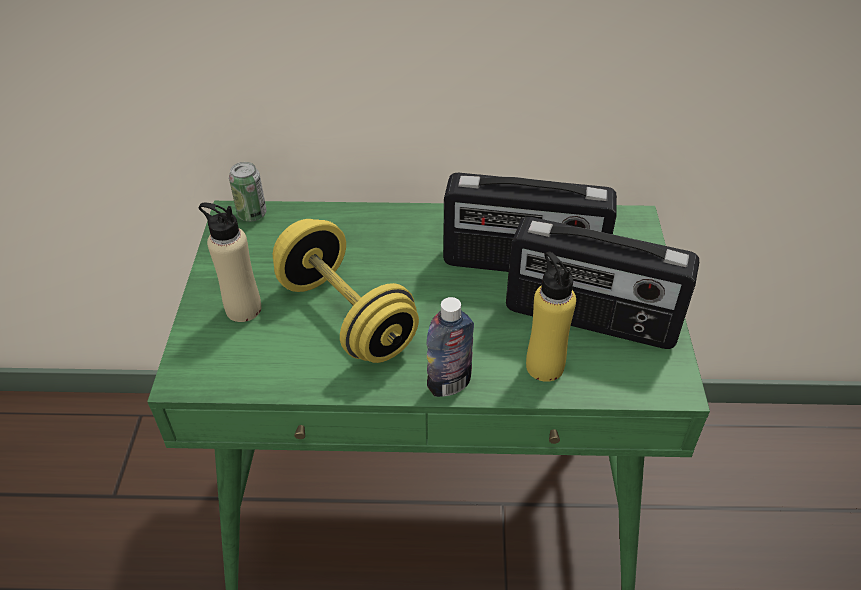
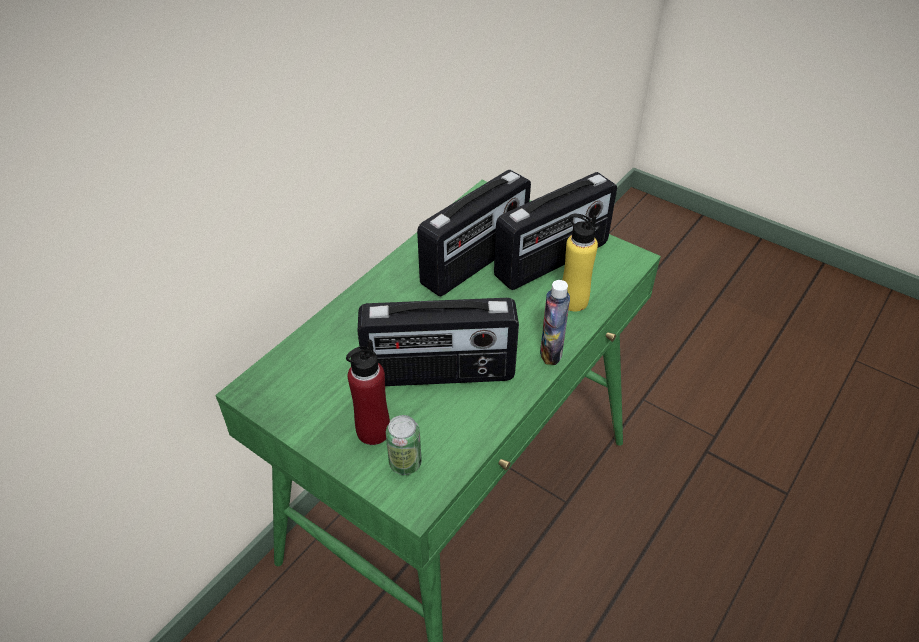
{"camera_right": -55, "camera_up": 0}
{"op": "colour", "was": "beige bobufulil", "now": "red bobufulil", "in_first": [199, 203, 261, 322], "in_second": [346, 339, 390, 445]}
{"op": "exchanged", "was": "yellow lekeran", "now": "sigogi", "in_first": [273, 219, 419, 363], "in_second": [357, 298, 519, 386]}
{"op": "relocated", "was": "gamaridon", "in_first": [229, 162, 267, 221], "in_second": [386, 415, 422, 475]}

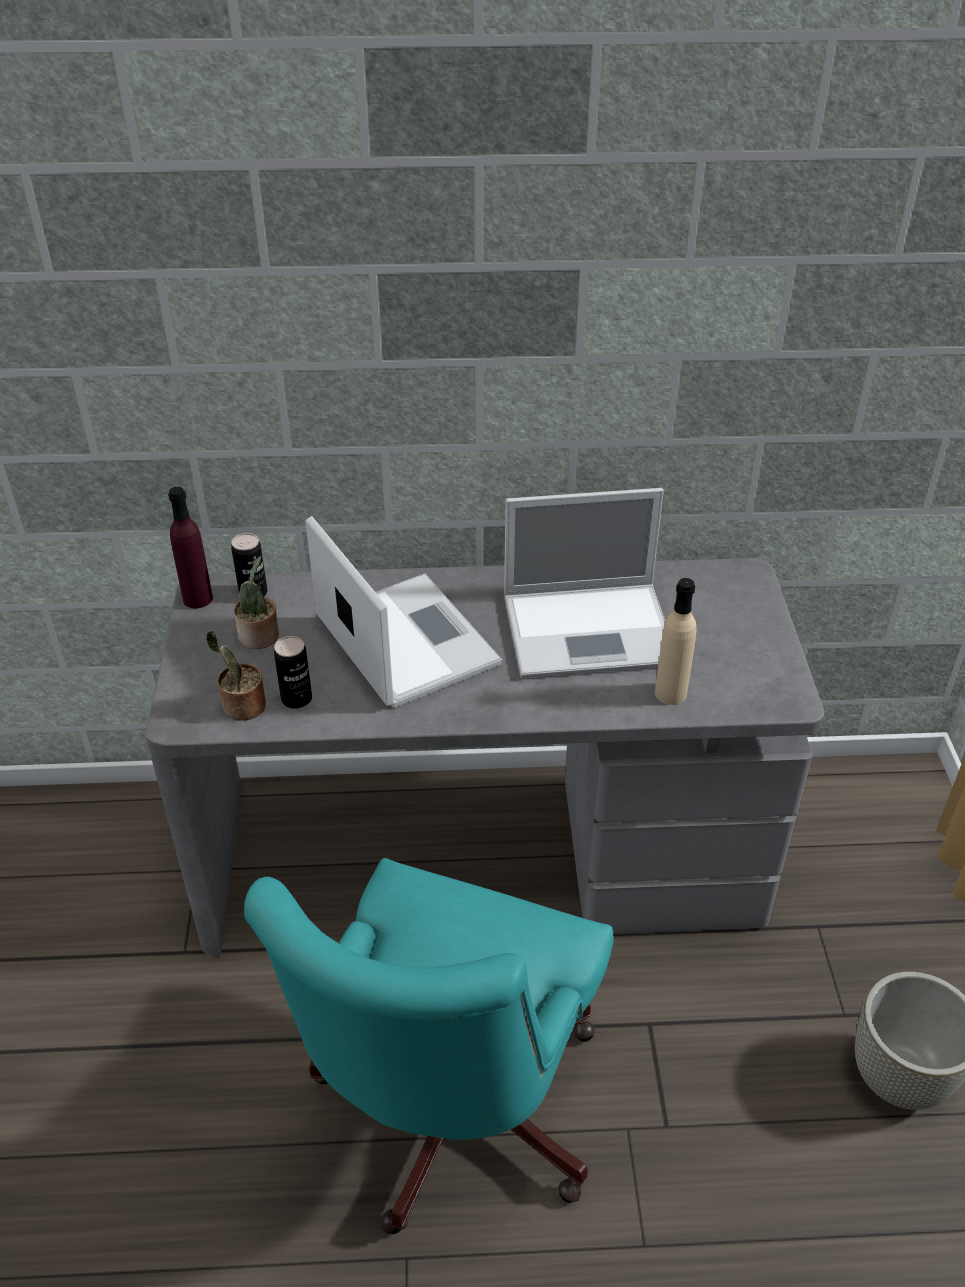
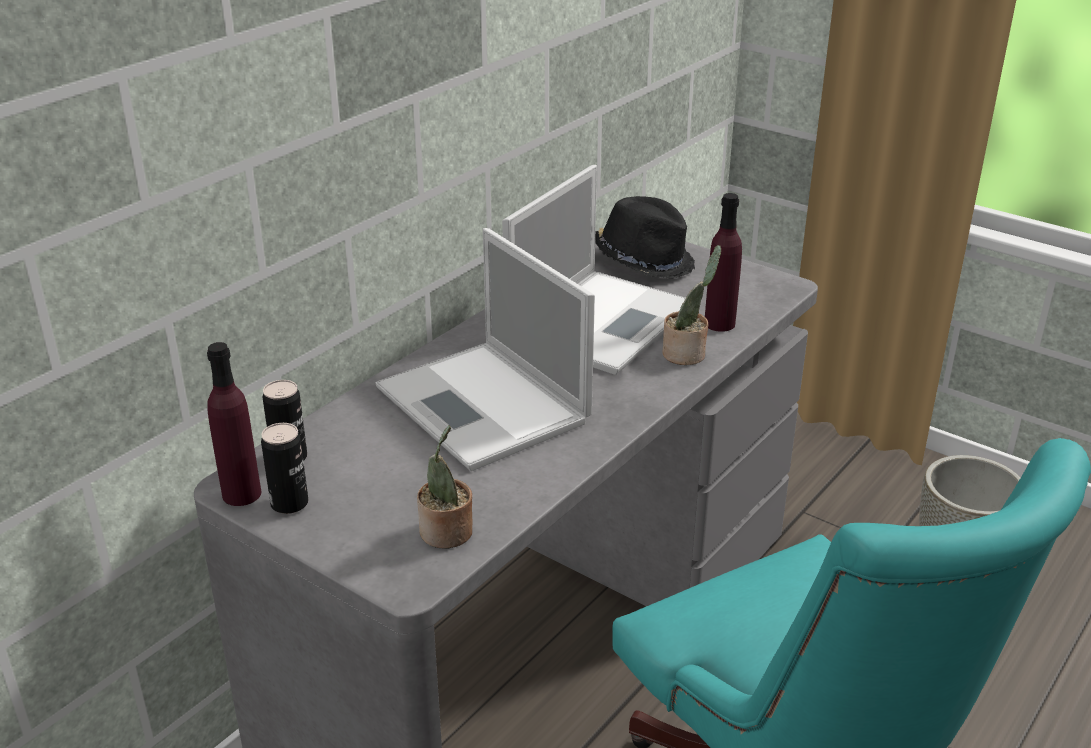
{"camera_right": -50, "camera_up": -10}
{"op": "relocated", "was": "gamaridon", "in_first": [274, 636, 312, 709], "in_second": [261, 423, 308, 514]}
{"op": "spun", "was": "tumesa", "in_first": [305, 516, 502, 708], "in_second": [376, 228, 595, 471], "clockwise": -135}
{"op": "appeared", "now": "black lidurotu", "in_second": [595, 196, 695, 279]}
{"op": "relocated", "was": "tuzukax", "in_first": [234, 557, 279, 649], "in_second": [662, 245, 721, 365]}
{"op": "colour", "was": "beige bobufulil", "now": "purple bobufulil", "in_first": [655, 578, 696, 705], "in_second": [705, 193, 742, 332]}

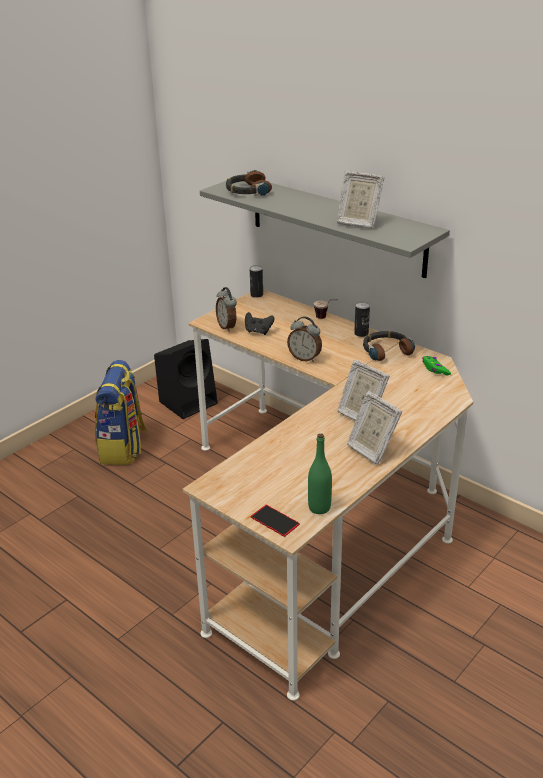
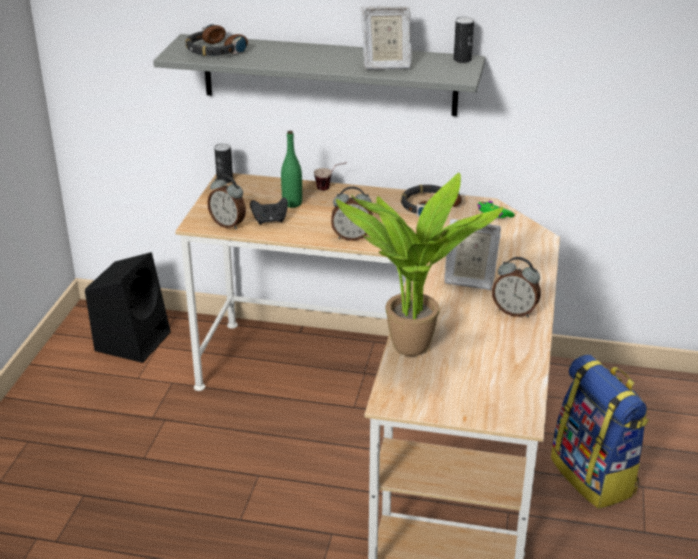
{"camera_right": -30, "camera_up": 0}
{"op": "relocated", "was": "green bobufulil", "in_first": [308, 434, 332, 514], "in_second": [281, 131, 302, 208]}
{"op": "appeared", "now": "tuzukax", "in_second": [336, 173, 503, 356]}
{"op": "relocated", "was": "gamaridon", "in_first": [354, 302, 370, 337], "in_second": [454, 16, 474, 63]}
{"op": "exchanged", "was": "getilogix", "now": "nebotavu", "in_first": [347, 391, 402, 465], "in_second": [492, 257, 541, 318]}
{"op": "relocated", "was": "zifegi", "in_first": [95, 360, 148, 465], "in_second": [551, 355, 649, 509]}
{"op": "missing", "was": "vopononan", "in_first": [251, 505, 300, 537]}

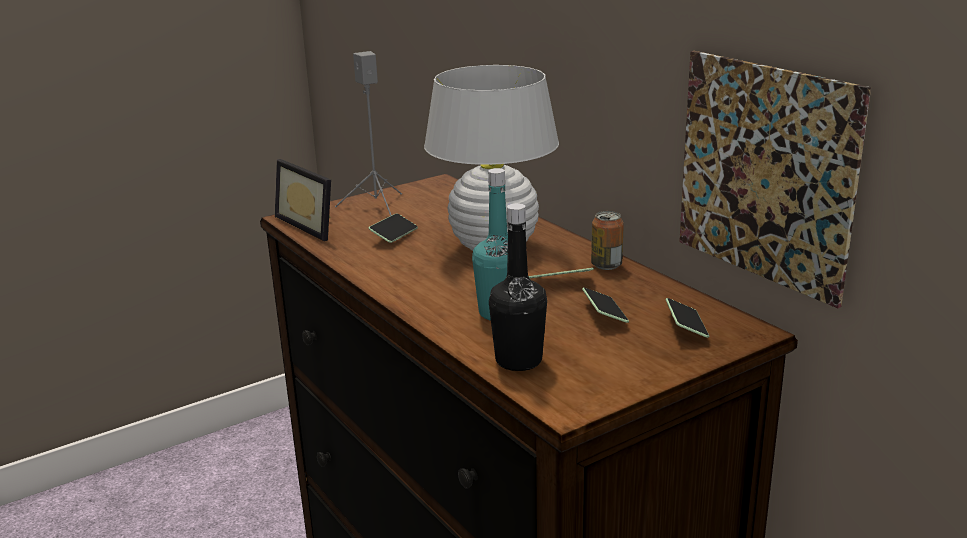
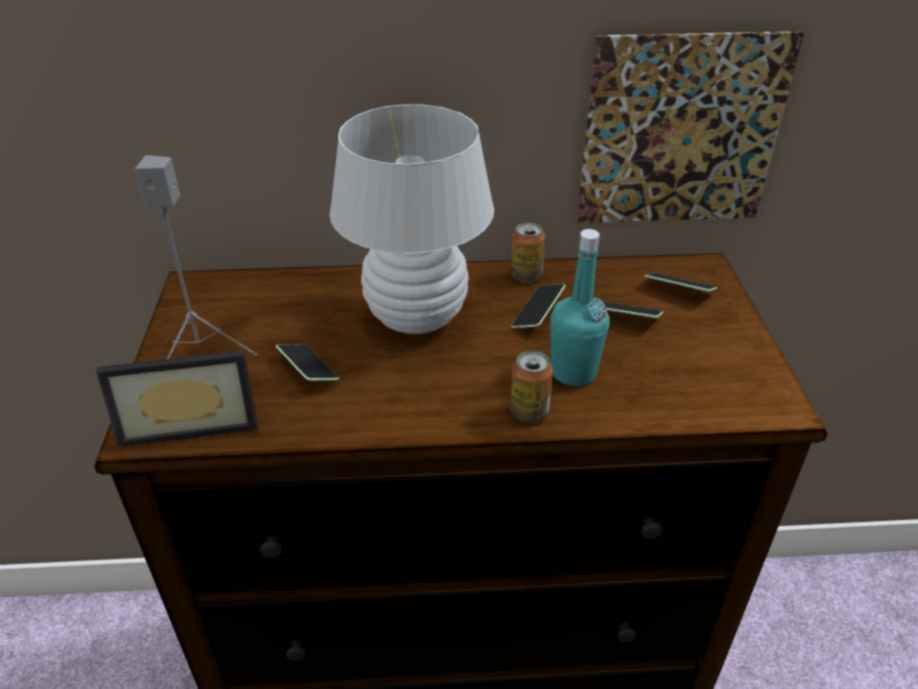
{"camera_right": -60, "camera_up": 15}
{"op": "appeared", "now": "gamaridon", "in_second": [510, 350, 553, 422]}
{"op": "missing", "was": "black bobufulil", "in_first": [489, 203, 547, 371]}

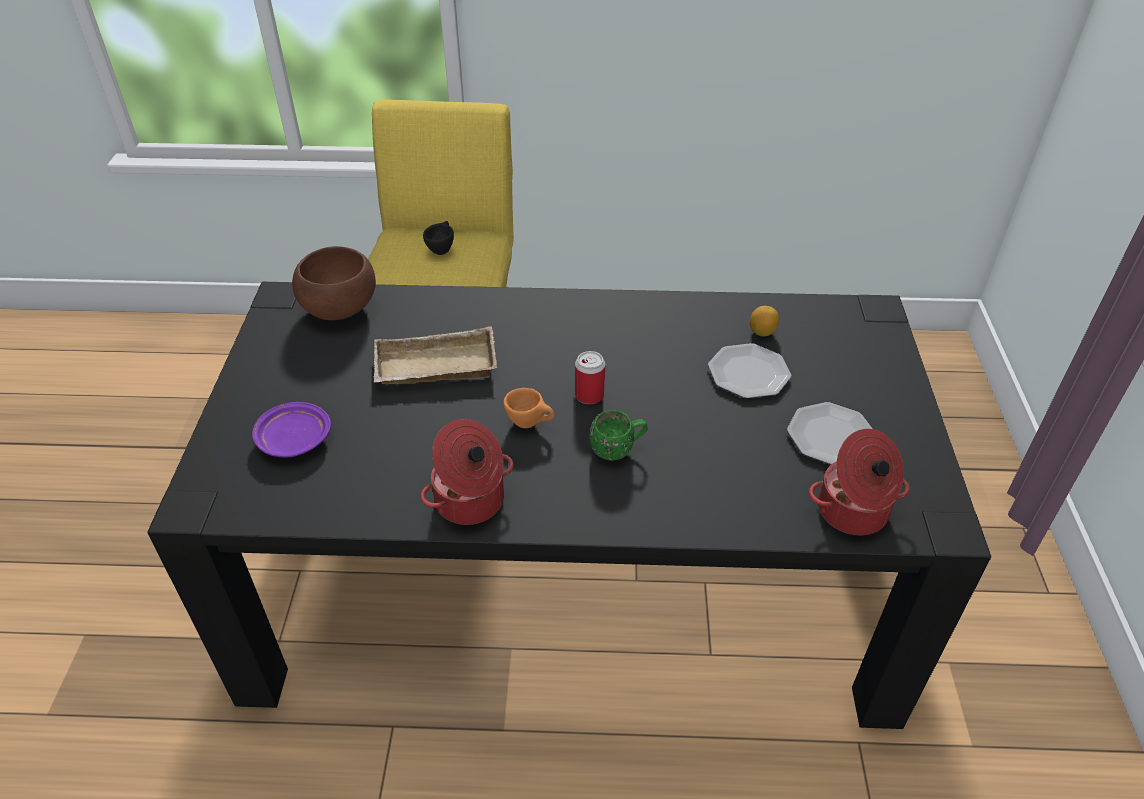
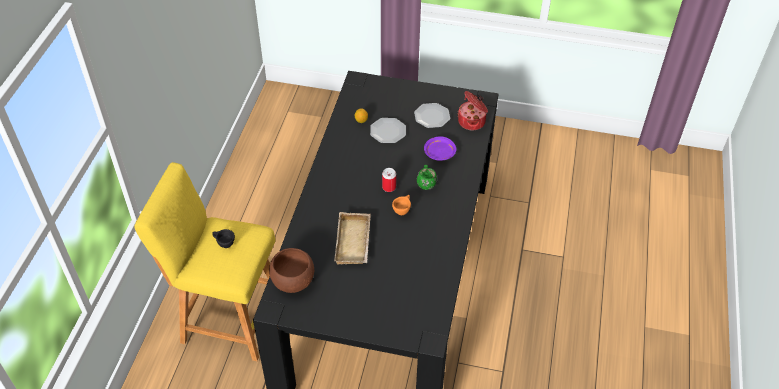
{"camera_right": -80, "camera_up": 5}
{"op": "relocated", "was": "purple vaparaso", "in_first": [252, 402, 331, 457], "in_second": [424, 136, 456, 161]}
{"op": "missing", "was": "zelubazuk", "in_first": [420, 419, 514, 525]}

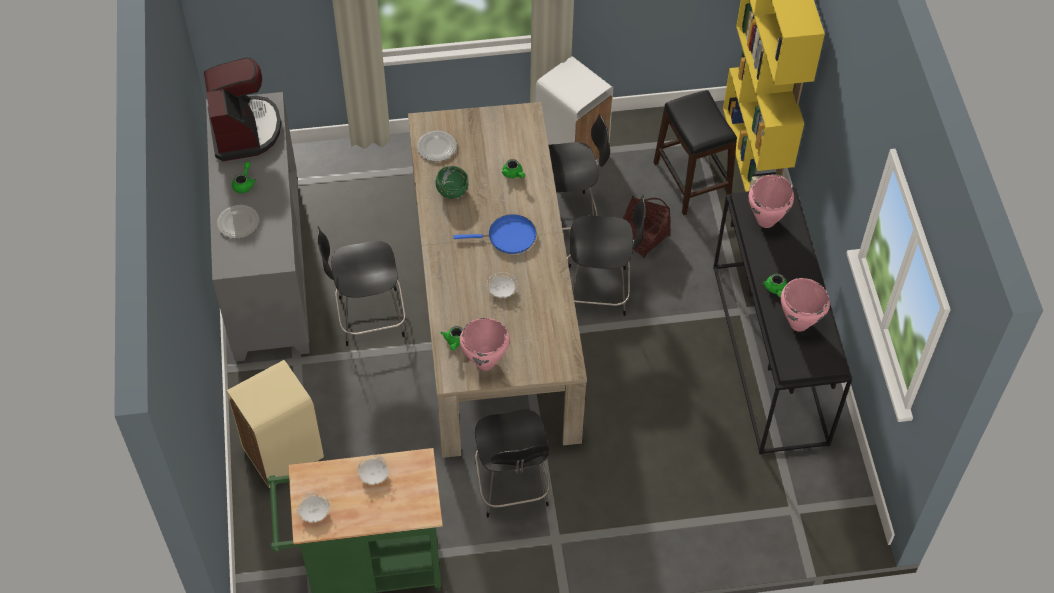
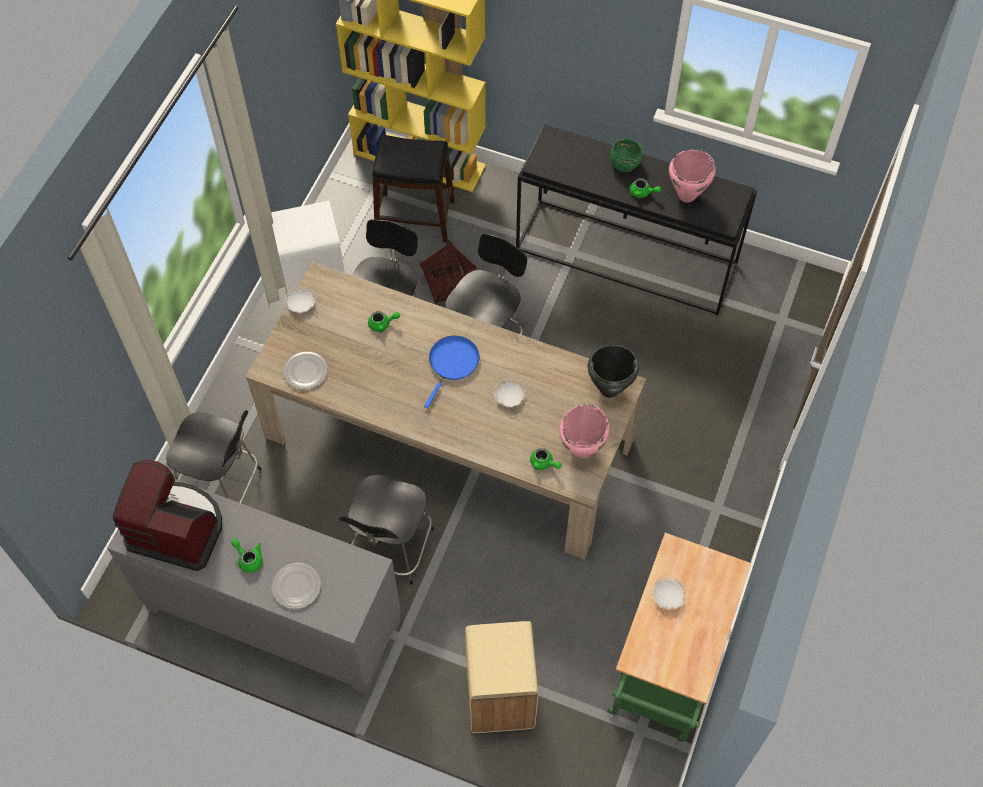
{"camera_right": -60, "camera_up": 5}
{"op": "relocated", "was": "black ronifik", "in_first": [475, 410, 550, 517], "in_second": [166, 410, 261, 503]}
{"op": "relocated", "was": "white vaparaso", "in_first": [296, 492, 330, 523], "in_second": [285, 286, 316, 313]}
{"op": "appeared", "now": "black zelubazuk", "in_second": [588, 345, 639, 398]}
{"op": "relocated", "was": "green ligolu", "in_first": [435, 166, 468, 199], "in_second": [610, 138, 643, 172]}
{"op": "missing", "was": "pink zelubazuk", "in_first": [749, 174, 794, 228]}

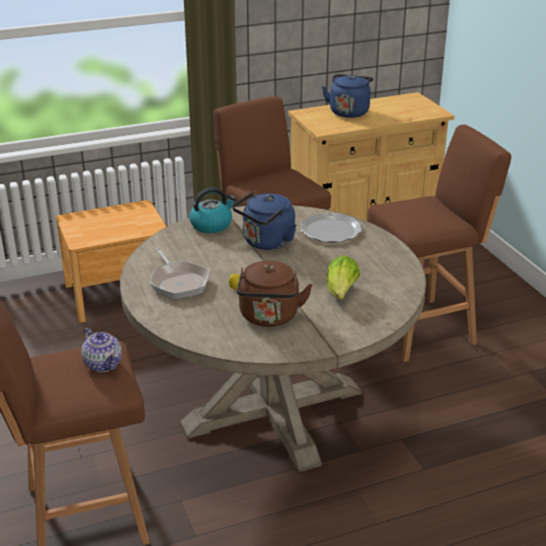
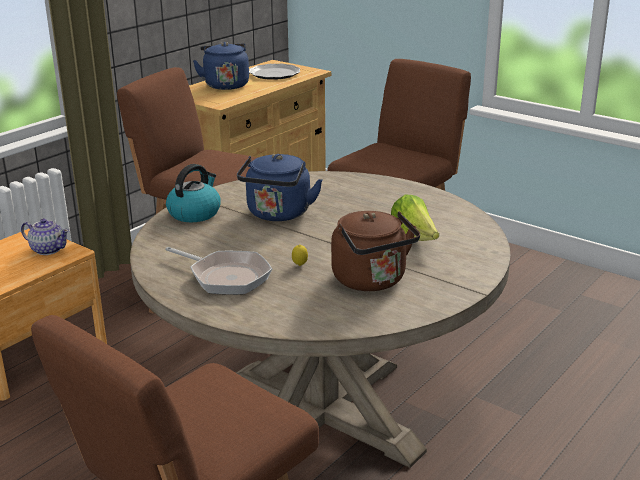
{"camera_right": -30, "camera_up": -5}
{"op": "relocated", "was": "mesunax", "in_first": [81, 328, 122, 372], "in_second": [21, 218, 69, 255]}
{"op": "relocated", "was": "vaparaso", "in_first": [301, 213, 362, 243], "in_second": [249, 64, 300, 80]}

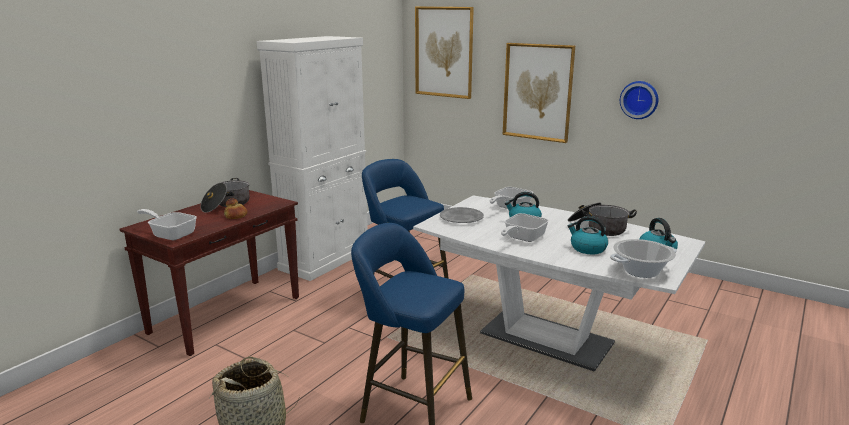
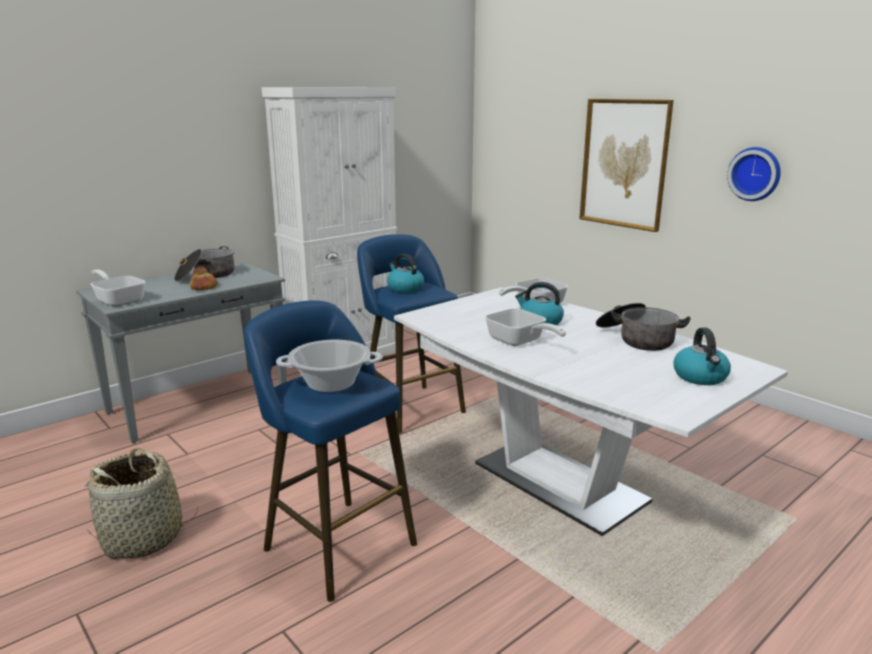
{"camera_right": 15, "camera_up": 0}
{"op": "colour", "was": "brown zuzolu", "now": "grey zuzolu", "in_first": [119, 190, 299, 356], "in_second": [76, 262, 287, 443]}
{"op": "relocated", "was": "zelubazuk", "in_first": [610, 239, 677, 278], "in_second": [276, 340, 383, 392]}
{"op": "relocated", "was": "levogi", "in_first": [568, 216, 608, 254], "in_second": [387, 254, 424, 293]}
{"op": "spun", "was": "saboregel", "in_first": [501, 213, 549, 242], "in_second": [485, 308, 566, 346], "clockwise": -90}
{"op": "missing", "was": "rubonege", "in_first": [415, 7, 474, 99]}
{"op": "missing", "was": "grey vaparaso", "in_first": [440, 207, 484, 223]}

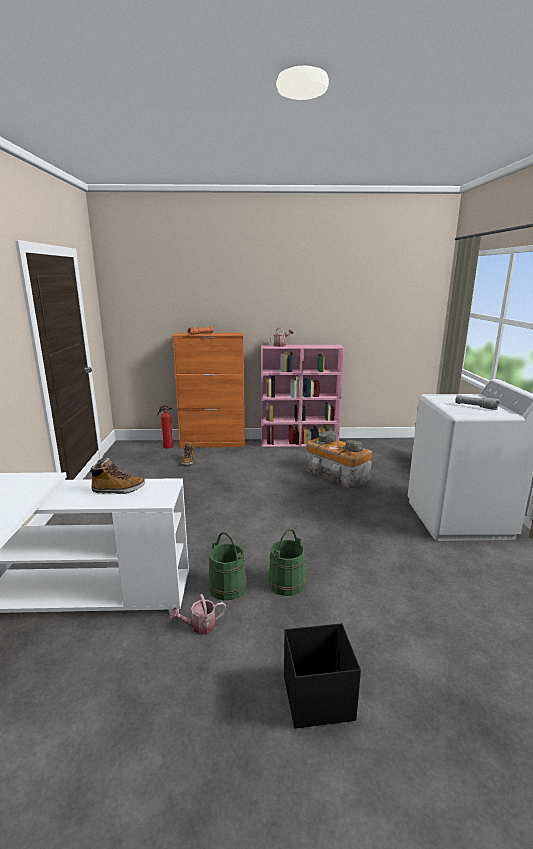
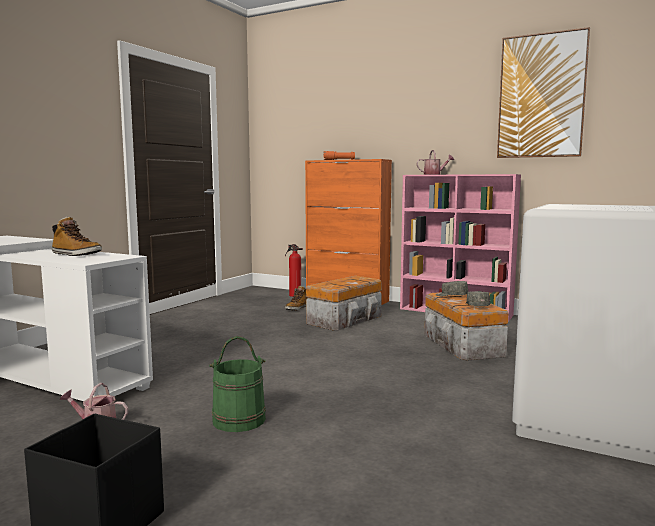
{"camera_right": 30, "camera_up": -10}
{"op": "appeared", "now": "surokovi", "in_second": [306, 276, 382, 330]}
{"op": "appeared", "now": "rubonege", "in_second": [497, 27, 590, 158]}
{"op": "missing", "was": "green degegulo", "in_first": [208, 532, 247, 600]}
{"op": "missing", "was": "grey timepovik", "in_first": [455, 395, 499, 410]}

